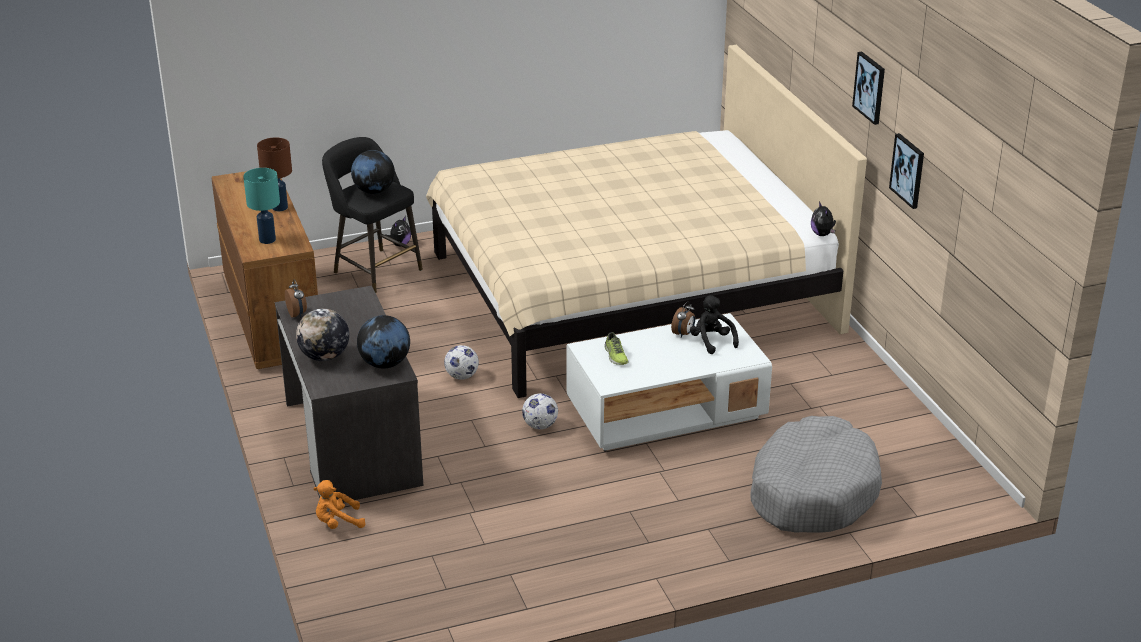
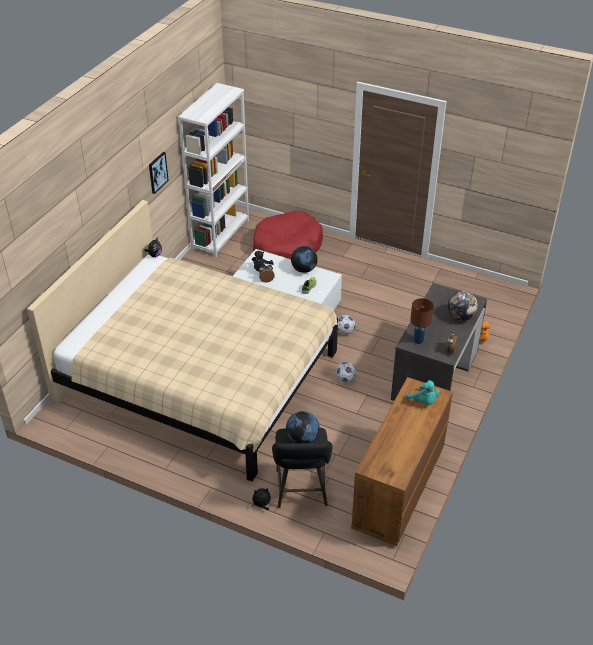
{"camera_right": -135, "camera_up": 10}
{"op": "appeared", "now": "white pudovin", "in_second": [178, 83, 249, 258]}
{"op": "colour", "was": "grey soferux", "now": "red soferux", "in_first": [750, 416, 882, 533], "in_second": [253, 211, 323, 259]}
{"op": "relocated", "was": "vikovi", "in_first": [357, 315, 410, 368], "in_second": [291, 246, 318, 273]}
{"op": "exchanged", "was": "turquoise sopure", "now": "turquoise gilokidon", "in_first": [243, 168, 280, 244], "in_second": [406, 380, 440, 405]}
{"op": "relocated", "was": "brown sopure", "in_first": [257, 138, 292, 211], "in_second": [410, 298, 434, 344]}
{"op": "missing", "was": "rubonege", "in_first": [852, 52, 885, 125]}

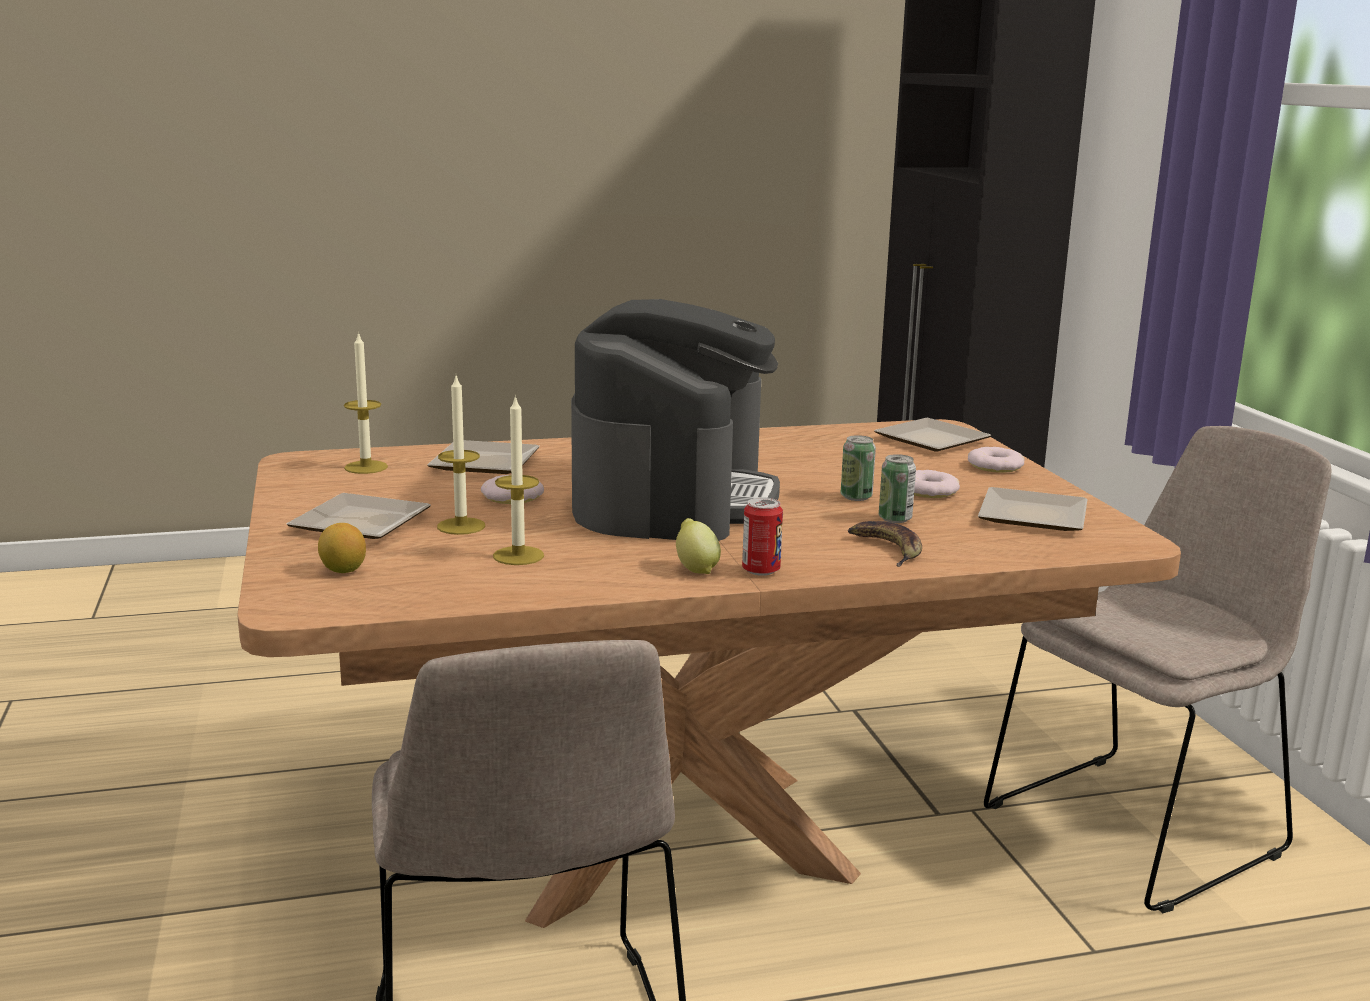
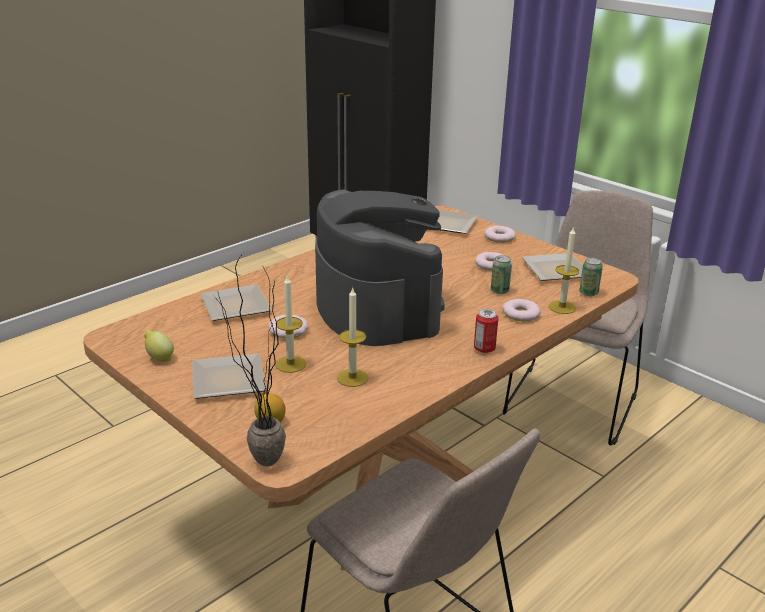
{"camera_right": -30, "camera_up": 10}
{"op": "relocated", "was": "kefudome", "in_first": [676, 518, 721, 574], "in_second": [144, 330, 174, 362]}
{"op": "appeared", "now": "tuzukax", "in_second": [215, 253, 286, 466]}
{"op": "exchanged", "was": "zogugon", "now": "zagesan", "in_first": [848, 521, 922, 567], "in_second": [502, 299, 541, 321]}
{"op": "relocated", "was": "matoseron", "in_first": [344, 331, 388, 474], "in_second": [549, 226, 579, 314]}
{"op": "relocated", "was": "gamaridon", "in_first": [841, 435, 876, 501], "in_second": [579, 258, 603, 296]}

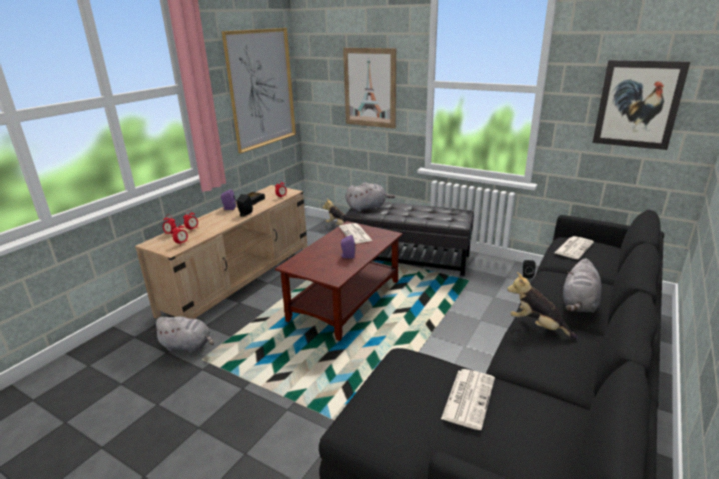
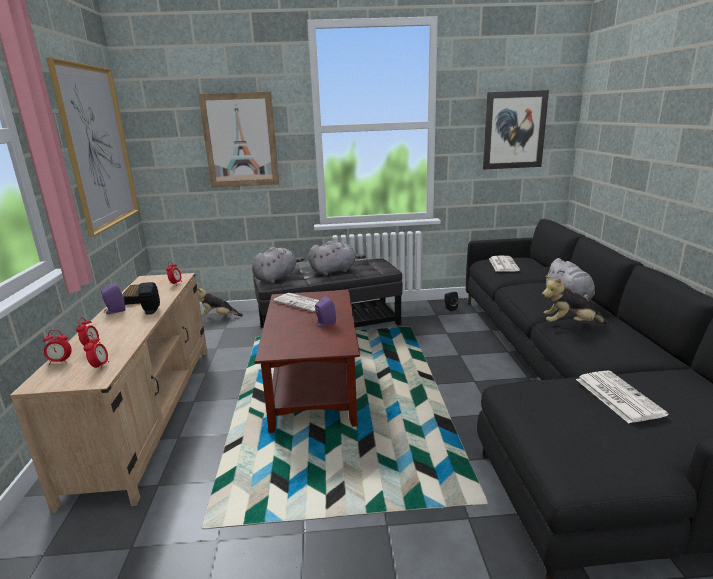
{"camera_right": -35, "camera_up": -5}
{"op": "relocated", "was": "grey gilokidon", "in_first": [152, 316, 214, 353], "in_second": [308, 241, 366, 275]}

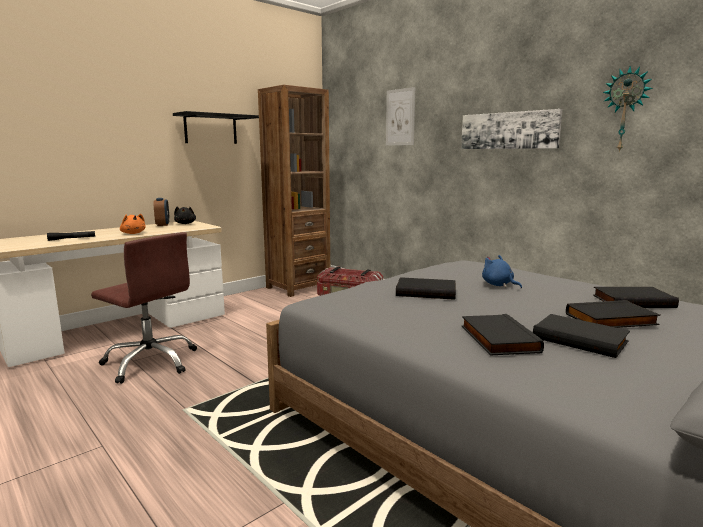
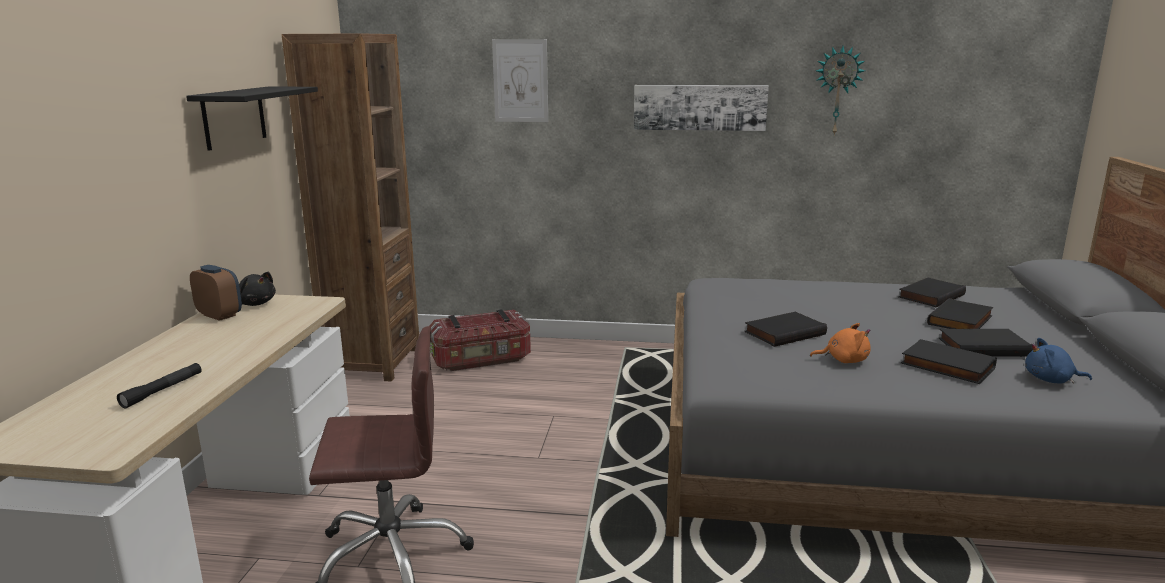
{"camera_right": -40, "camera_up": 5}
{"op": "relocated", "was": "orange gilokidon", "in_first": [120, 214, 146, 234], "in_second": [810, 323, 871, 363]}
{"op": "relocated", "was": "blue gilokidon", "in_first": [482, 255, 522, 288], "in_second": [1025, 338, 1092, 384]}

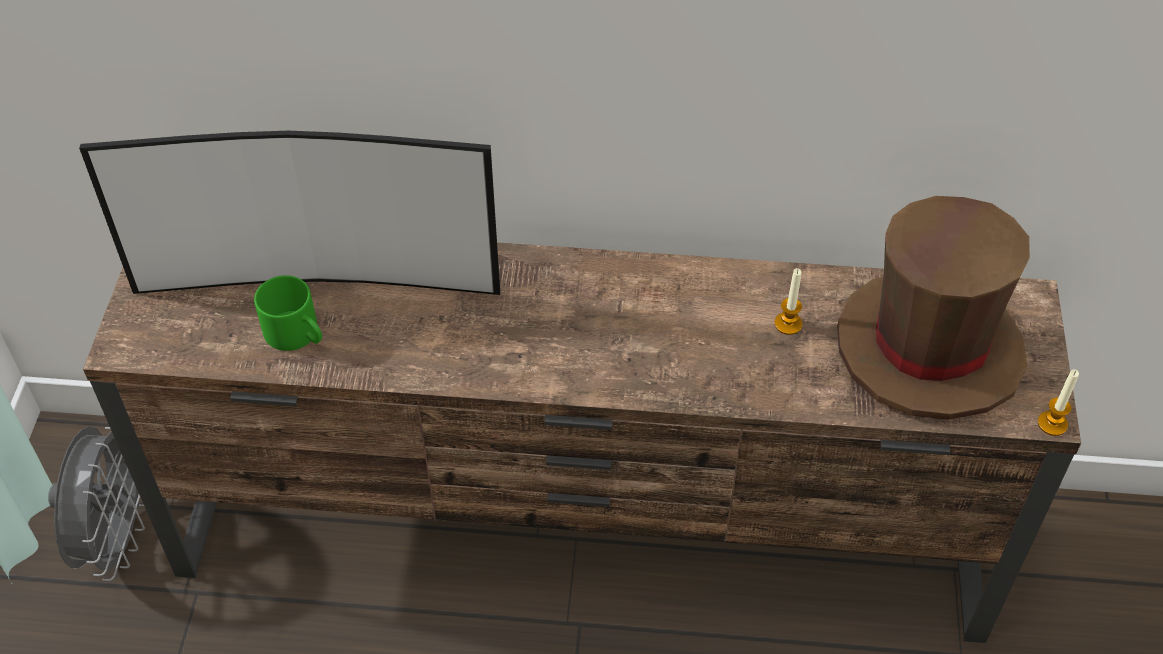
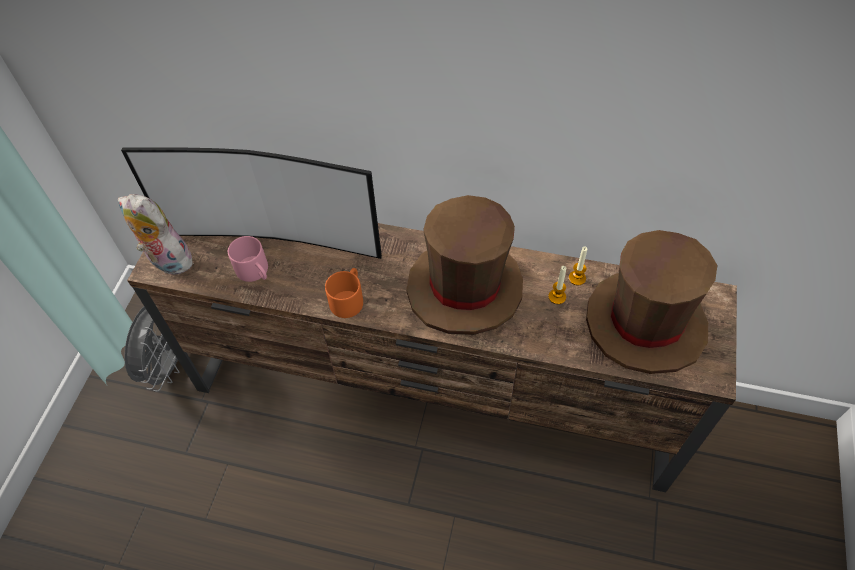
{"camera_right": 10, "camera_up": 5}
{"op": "appeared", "now": "gilokidon", "in_second": [118, 194, 196, 275]}
{"op": "colour", "was": "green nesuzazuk", "now": "pink nesuzazuk", "in_first": [254, 275, 322, 351], "in_second": [228, 236, 268, 282]}
{"op": "appeared", "now": "orange nesuzazuk", "in_second": [325, 268, 363, 318]}
{"op": "appeared", "now": "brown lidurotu", "in_second": [406, 195, 523, 335]}
{"op": "relocated", "was": "matoseron", "in_first": [1038, 369, 1079, 436], "in_second": [569, 246, 587, 285]}

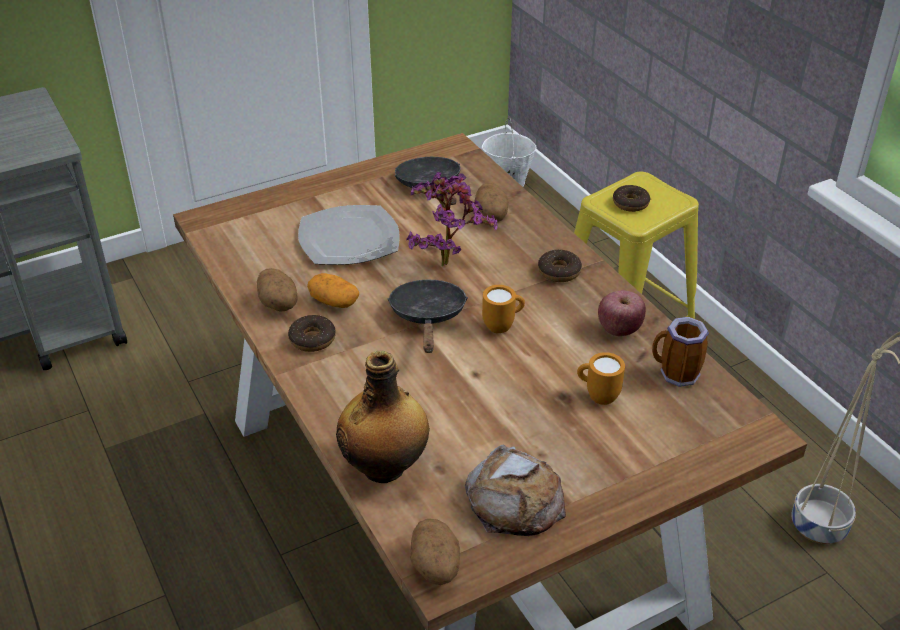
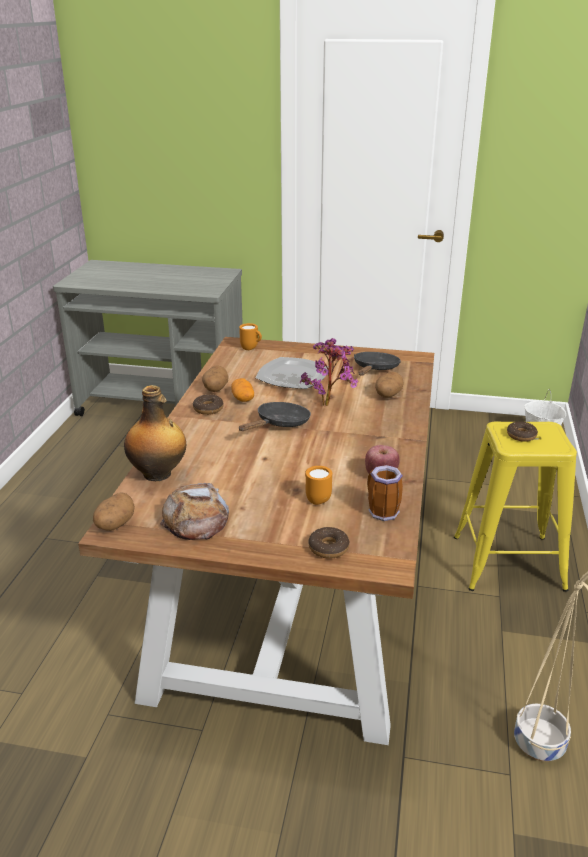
{"camera_right": 40, "camera_up": -10}
{"op": "relocated", "was": "orange nesuzazuk", "in_first": [482, 285, 525, 333], "in_second": [239, 323, 262, 350]}
{"op": "relocated", "was": "zagesan", "in_first": [538, 249, 582, 282], "in_second": [308, 527, 350, 559]}

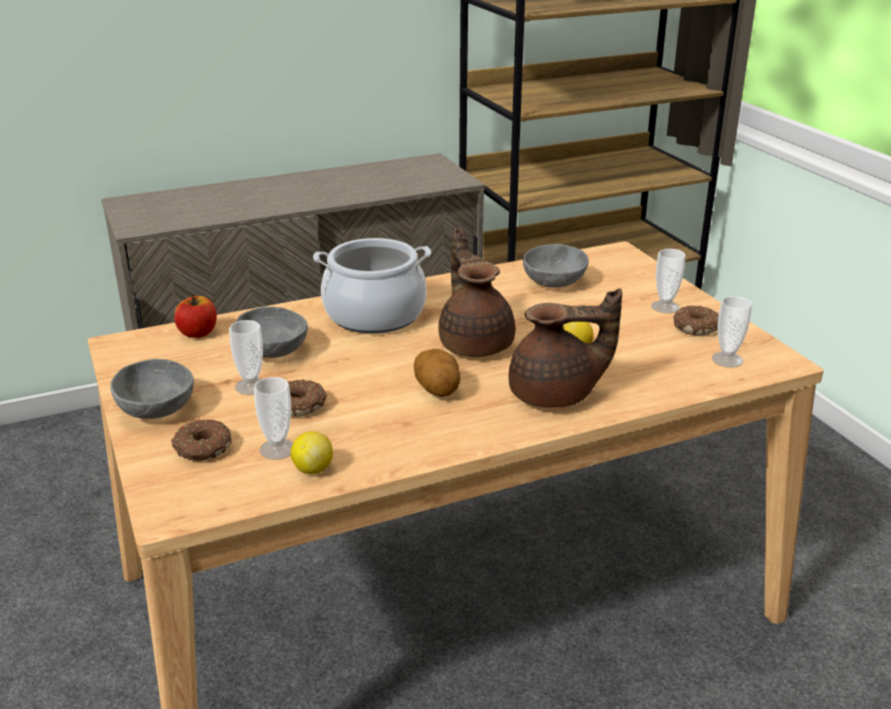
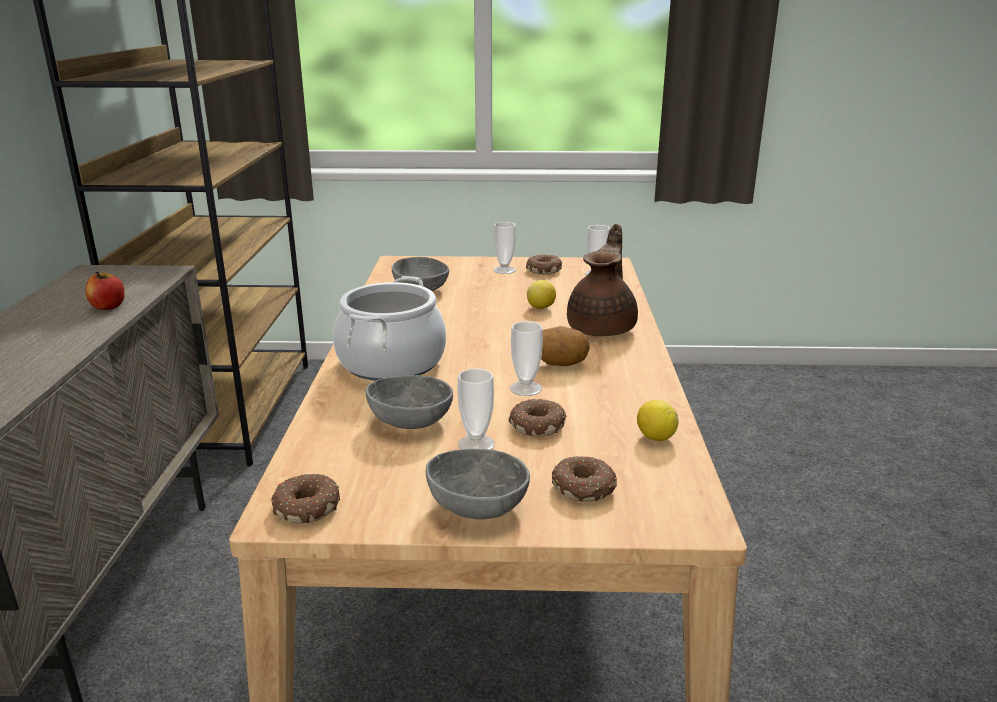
{"camera_right": -65, "camera_up": -5}
{"op": "relocated", "was": "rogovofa", "in_first": [174, 294, 217, 338], "in_second": [85, 272, 125, 310]}
{"op": "appeared", "now": "zagesan", "in_second": [271, 474, 340, 524]}
{"op": "relocated", "was": "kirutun", "in_first": [254, 377, 293, 460], "in_second": [510, 321, 543, 396]}
{"op": "missing", "was": "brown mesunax", "in_first": [438, 228, 516, 357]}

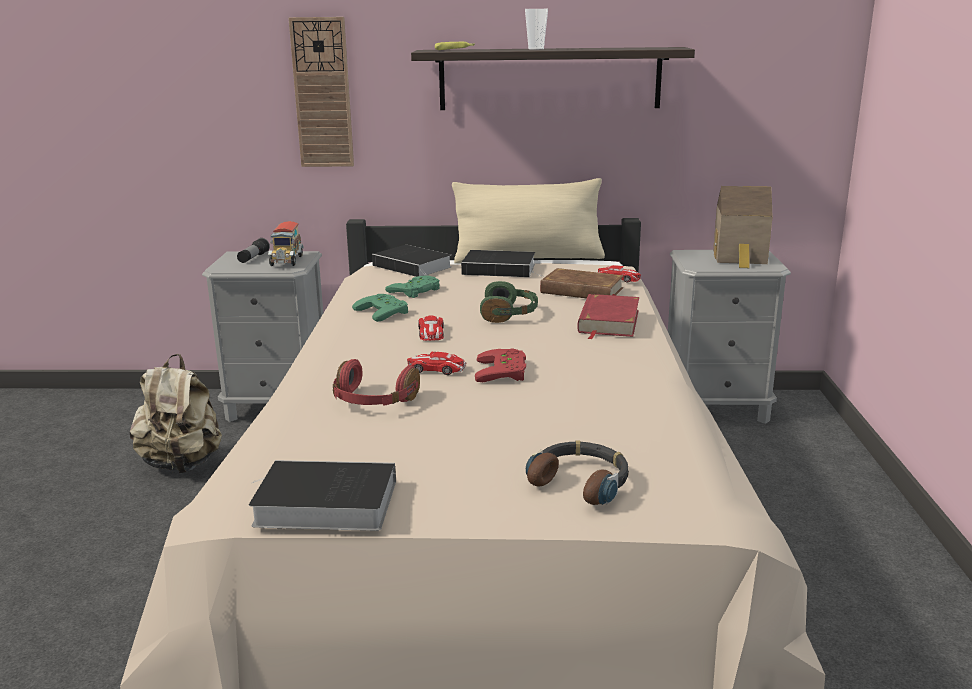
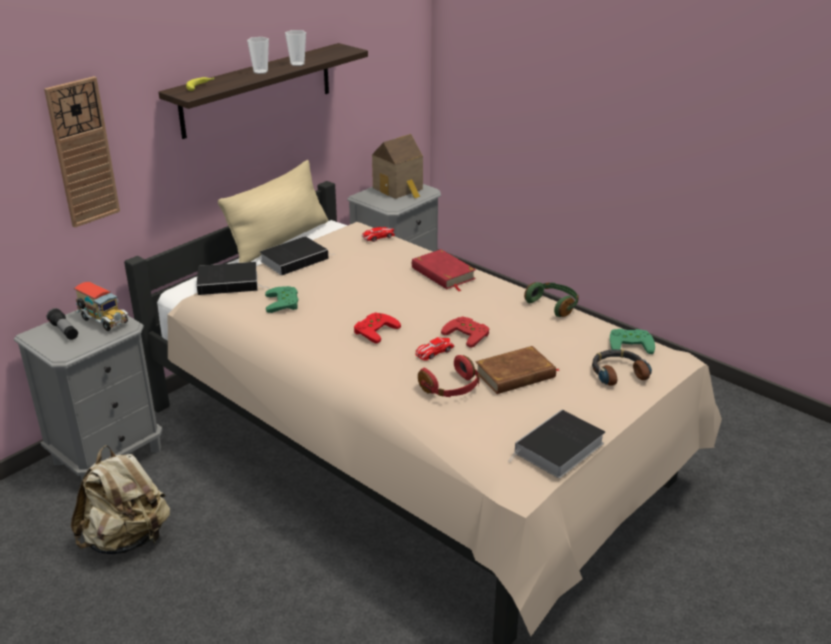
{"camera_right": -50, "camera_up": 10}
{"op": "appeared", "now": "kirutun", "in_second": [285, 30, 306, 66]}
{"op": "exchanged", "was": "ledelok", "now": "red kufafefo", "in_first": [418, 315, 444, 341], "in_second": [354, 312, 401, 344]}
{"op": "relocated", "was": "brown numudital", "in_first": [540, 268, 624, 298], "in_second": [475, 346, 560, 394]}
{"op": "relocated", "was": "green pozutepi", "in_first": [480, 281, 538, 323], "in_second": [524, 282, 579, 317]}
{"op": "relocated", "was": "green kufafefo", "in_first": [352, 294, 408, 322], "in_second": [610, 329, 655, 354]}

